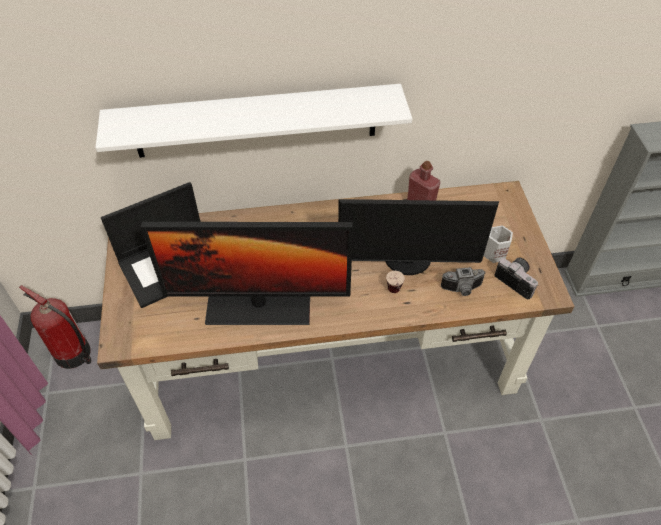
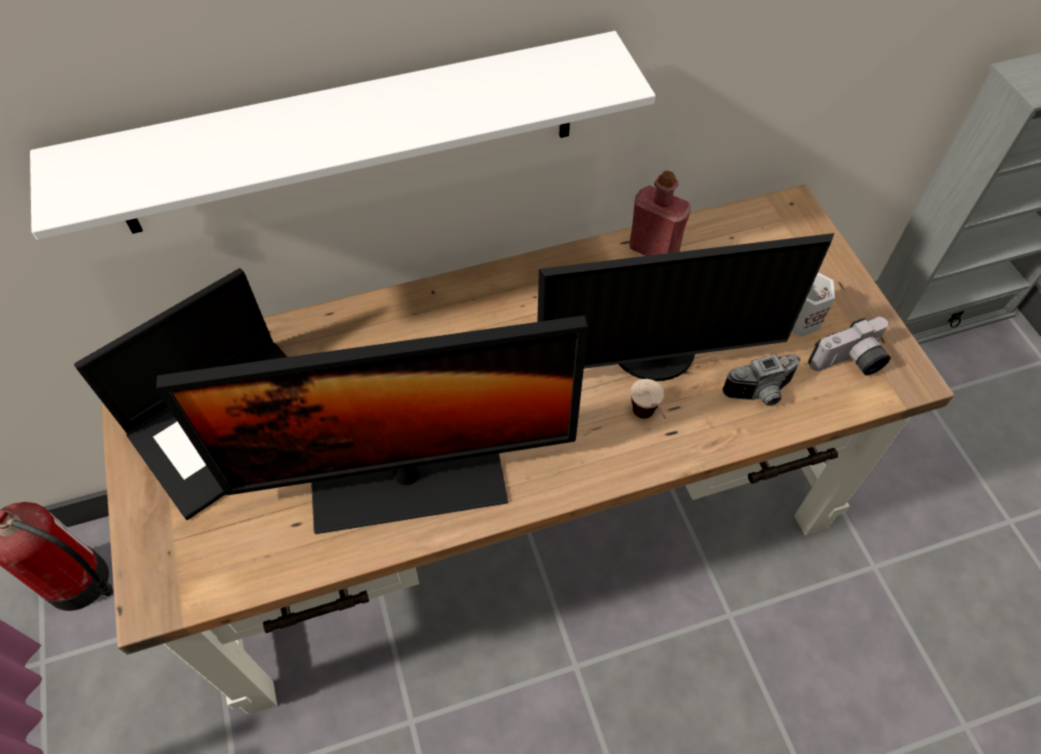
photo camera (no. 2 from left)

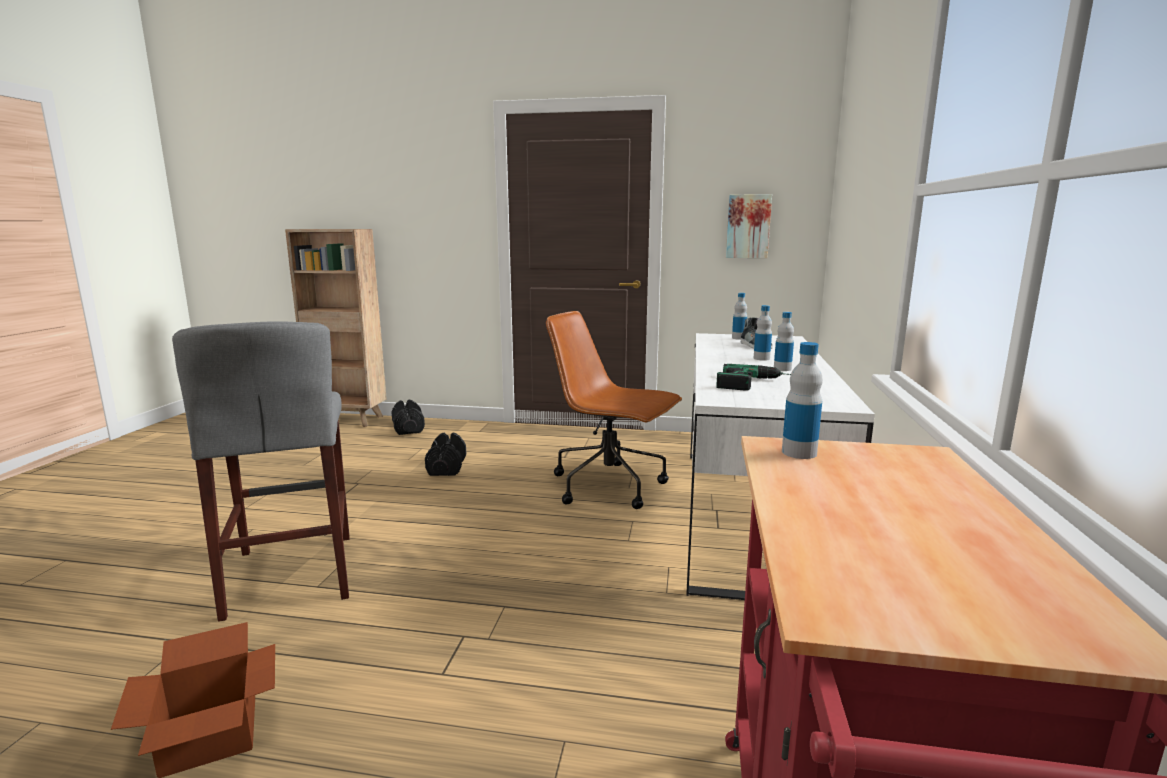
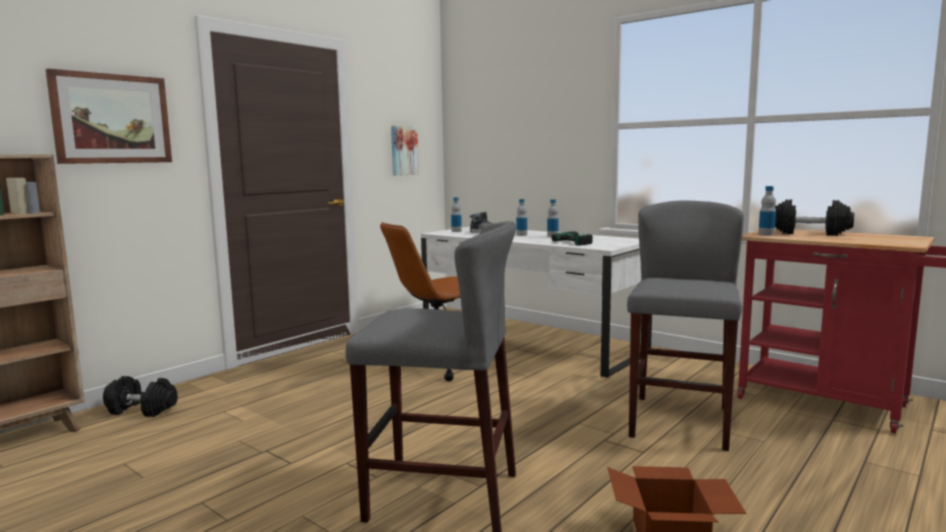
picture (no. 1 from left)
grey stool seat (no. 2 from left)
black-coloured free weight (no. 2 from left)

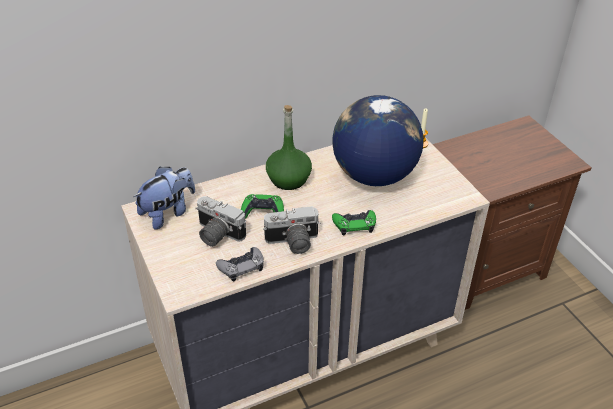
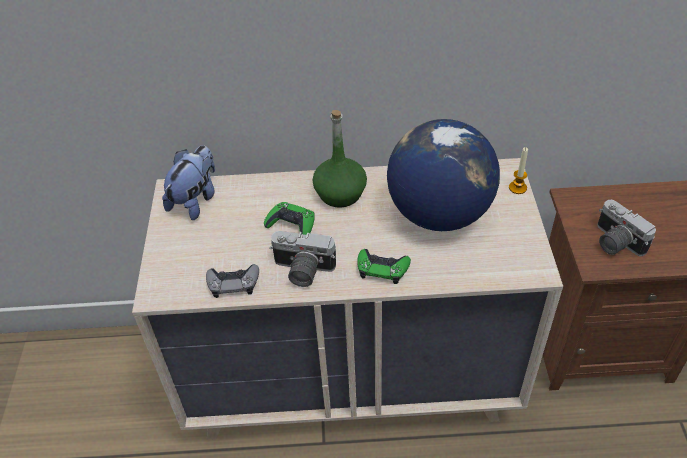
cuddly toy
photo camera (no. 2 from left)

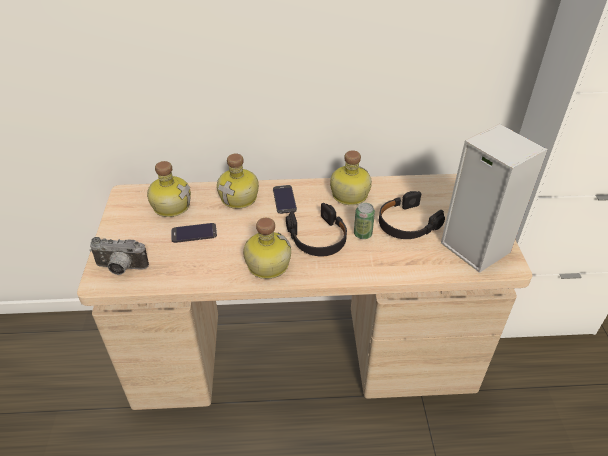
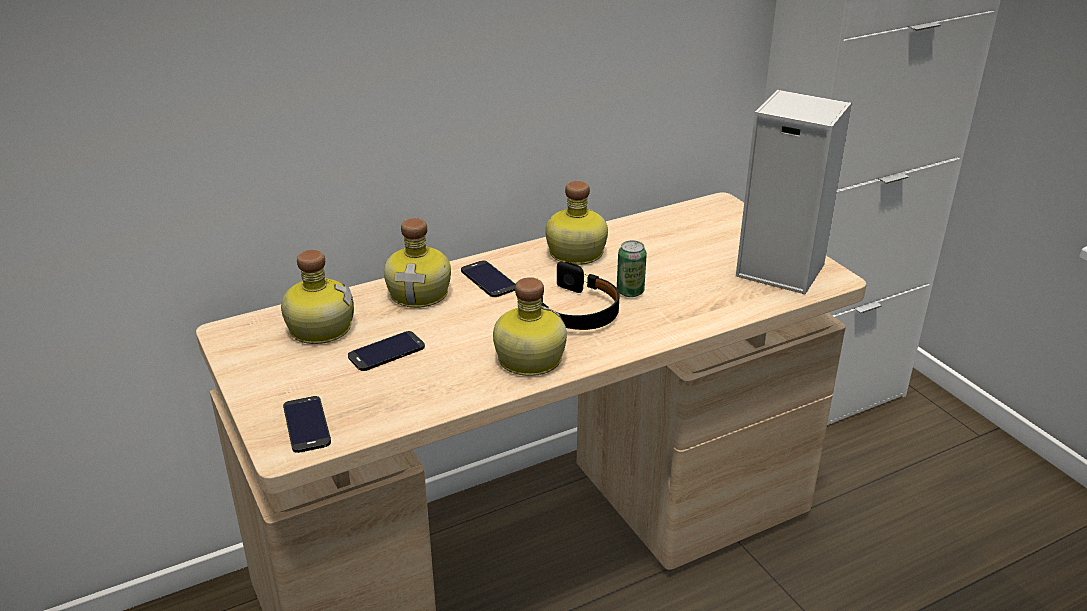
telephone (no. 1 from left)
black-coloured pair of headphones (no. 2 from left in the first image)

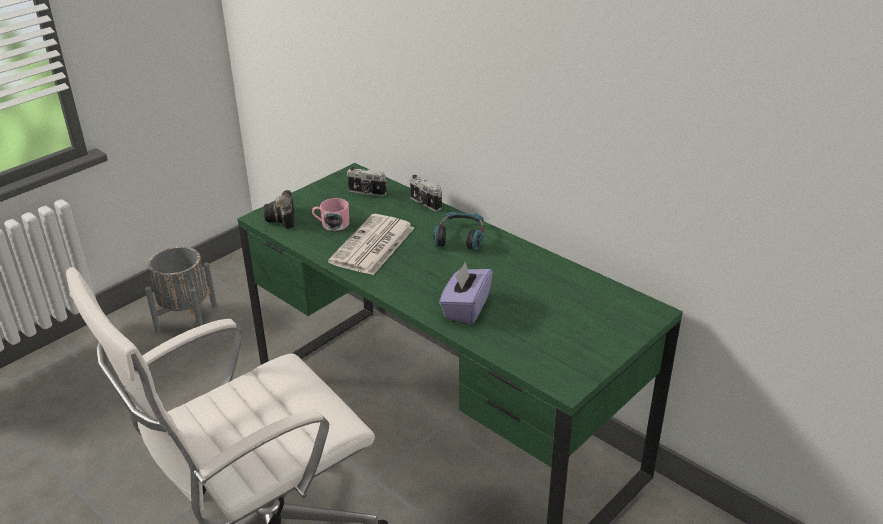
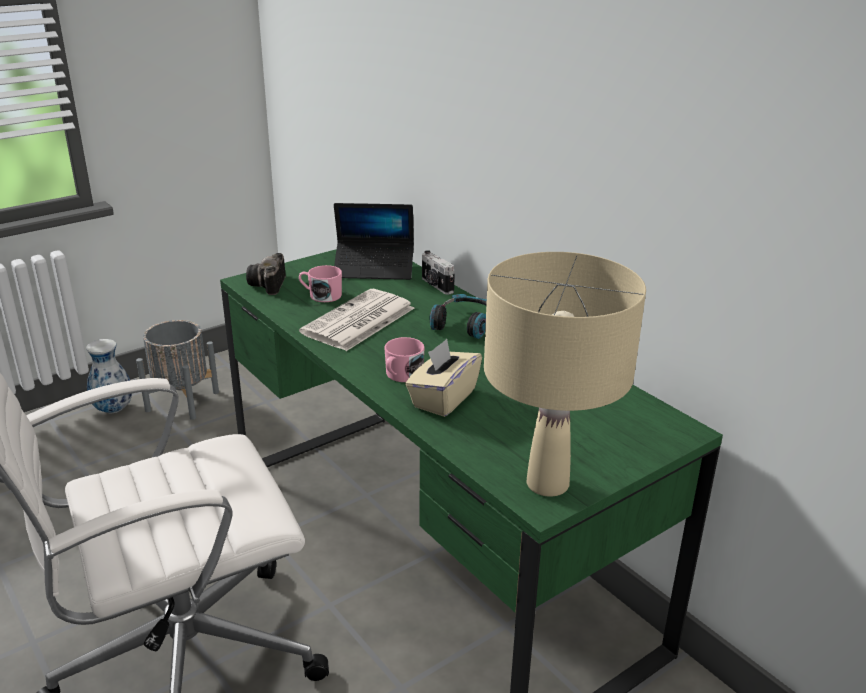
flower vase
notebook computer
pink coffee mug (no. 2 from left)
beige tissue holder
beige tabletop lamp

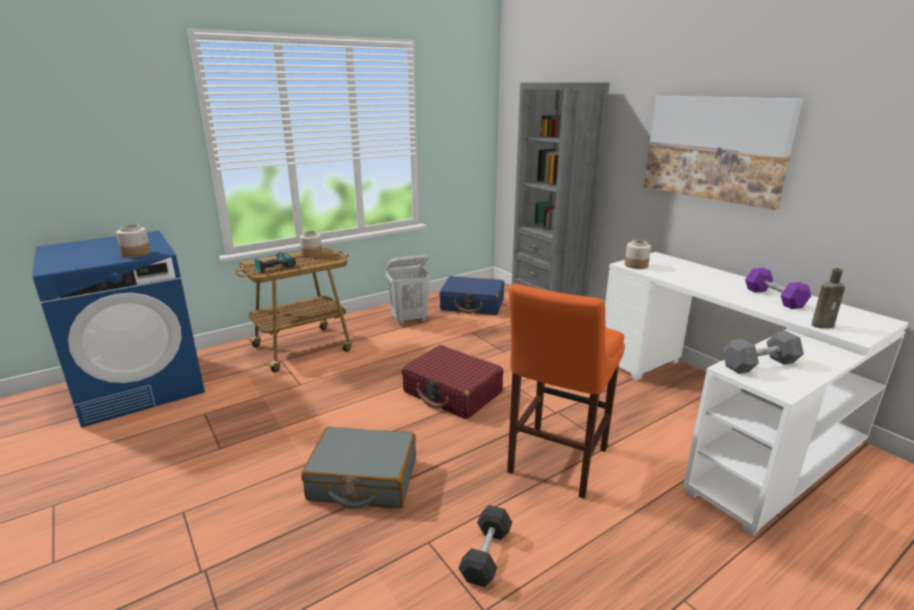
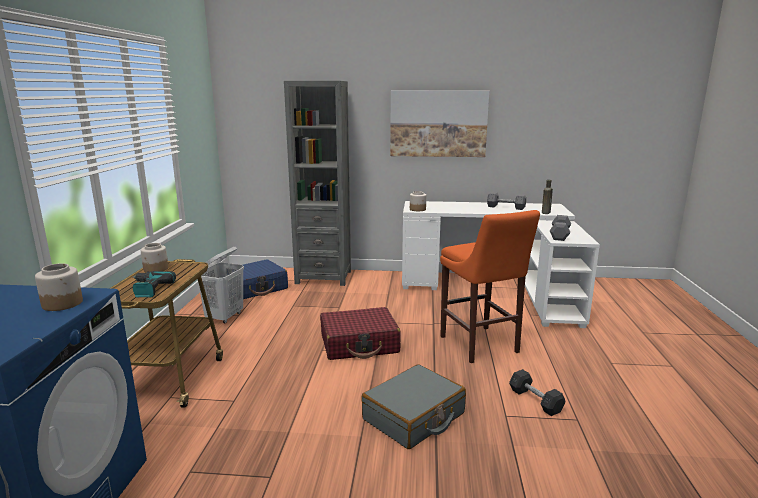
grey free weight (no. 1 from left)

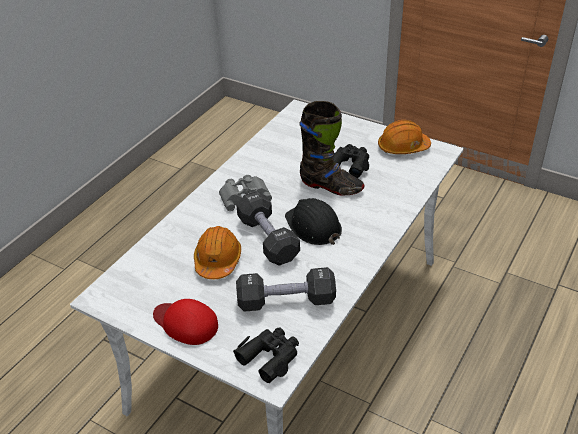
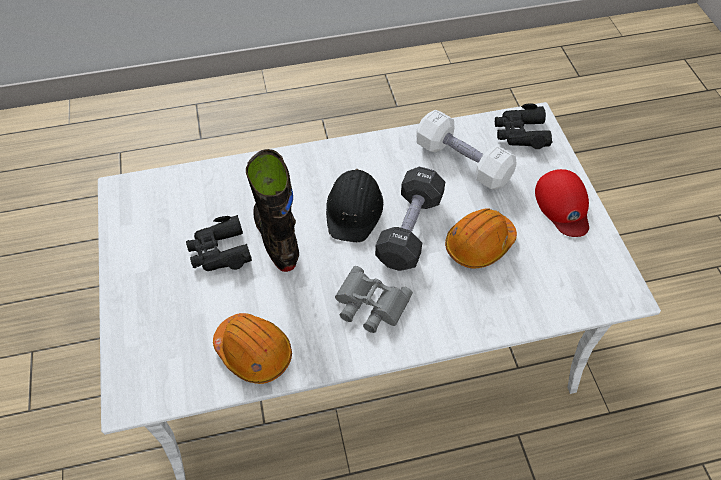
orangey safety helmet (no. 1 from left)
white-coloured free weight

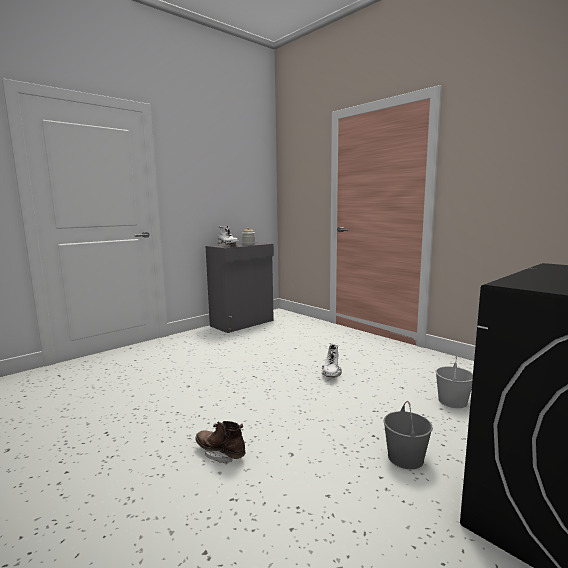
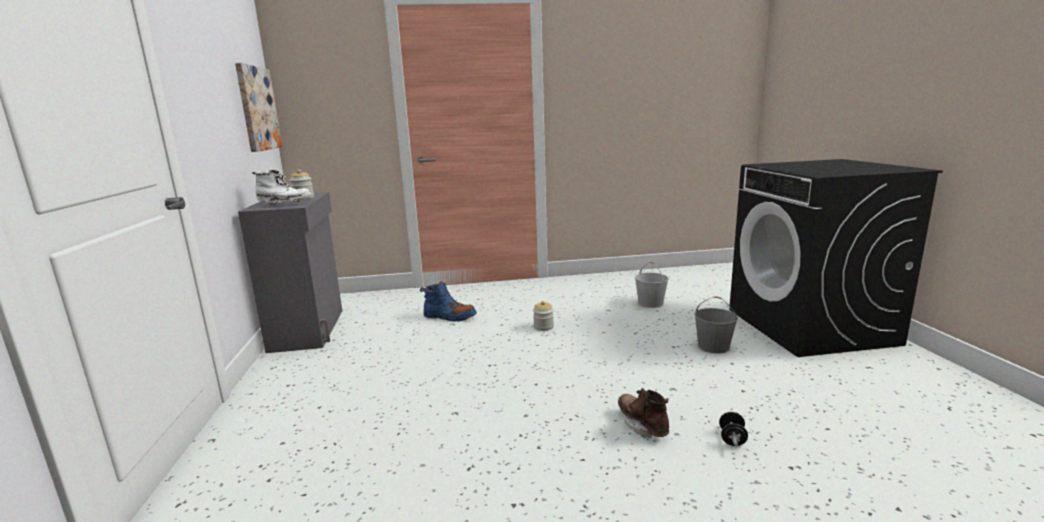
picture
blue tall boot
storage jar (no. 2 from left)
brown-coloured tall boot
black-coloured free weight

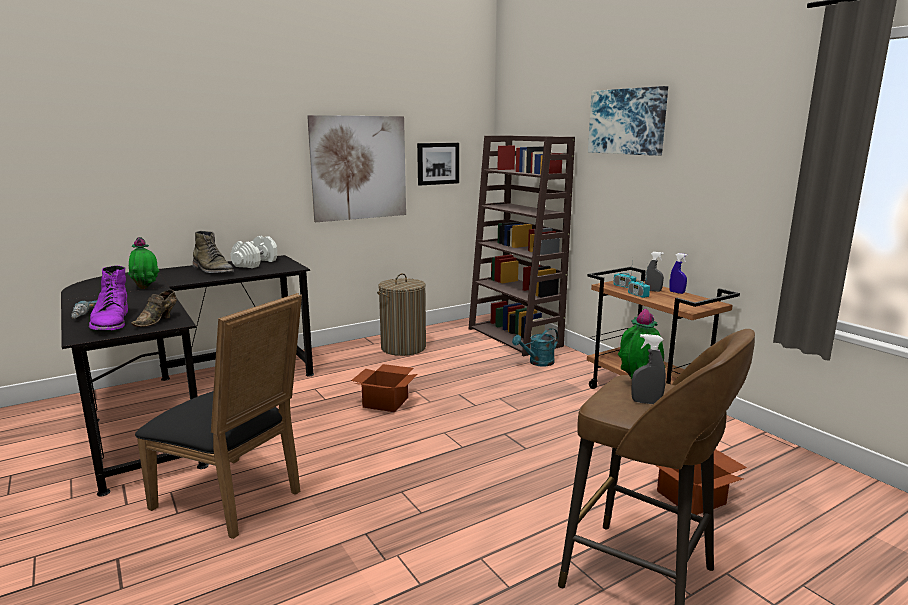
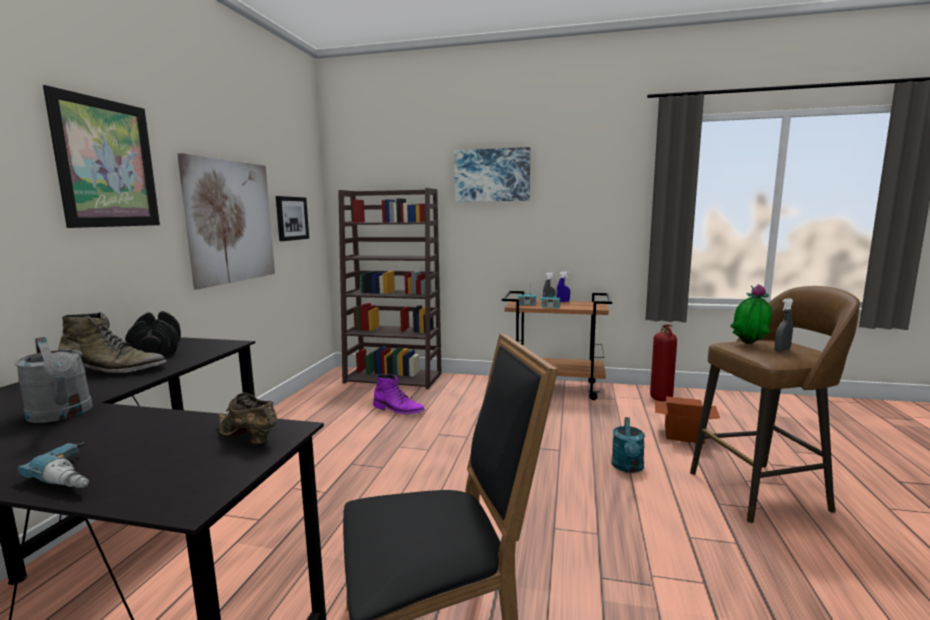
grey watering can
picture (no. 1 from left)
black-coloured free weight
brown-coloured item of footwear
purplish tall boot
turquoise-coloured watering can
fire extinguisher
carton (no. 1 from left in the first image)
laundry basket

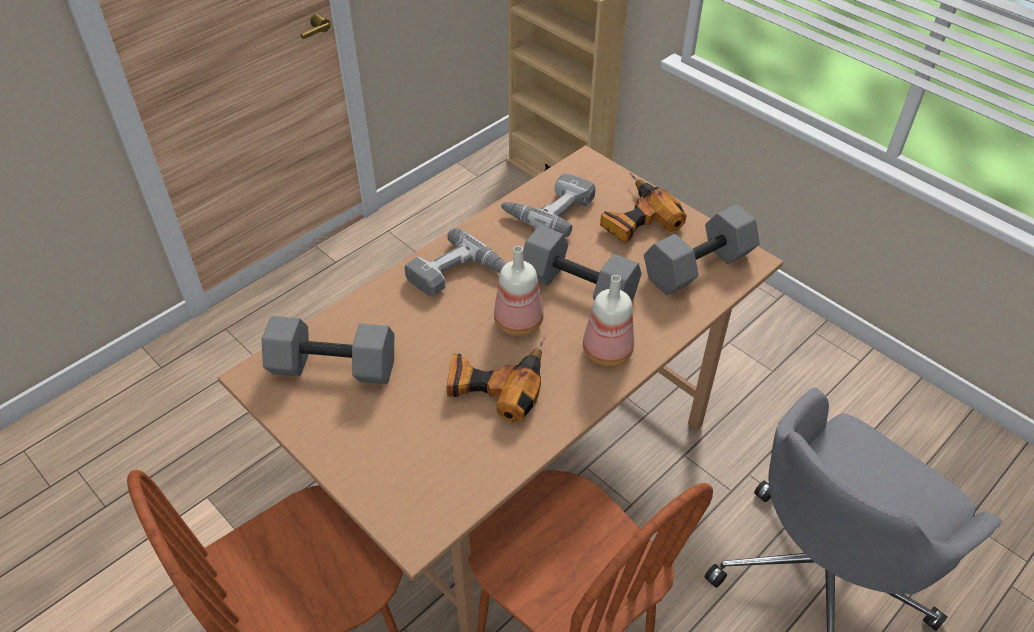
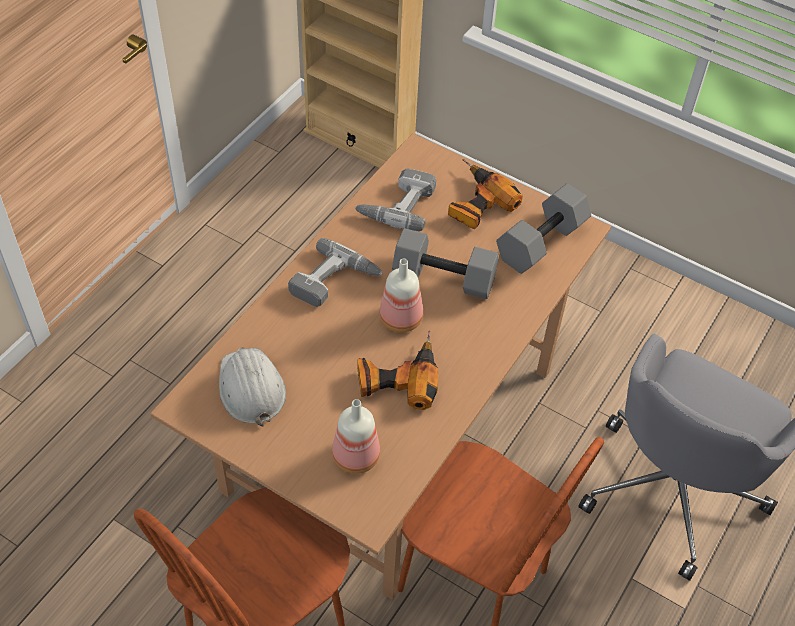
white-coloured safety helmet
drink bottle (no. 1 from left)

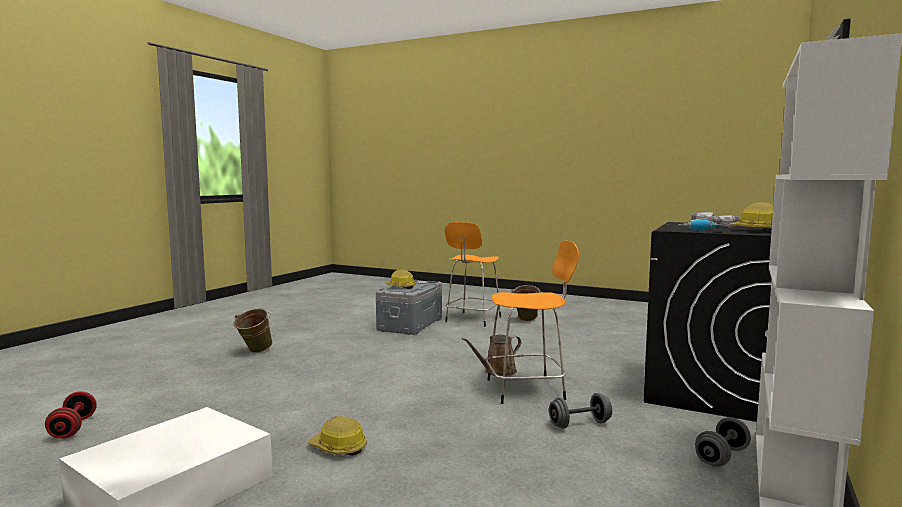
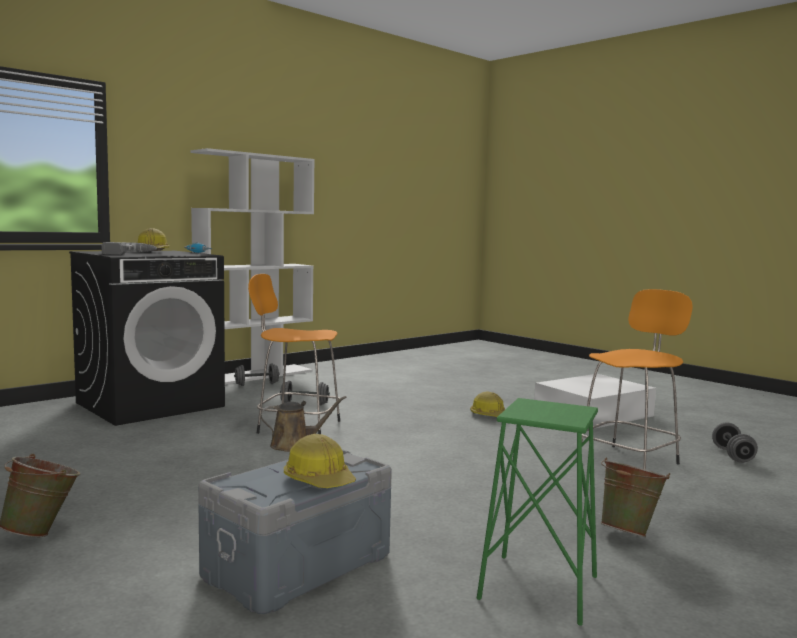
green stool seat
orangey stool seat (no. 2 from left)
grey free weight (no. 3 from left)

